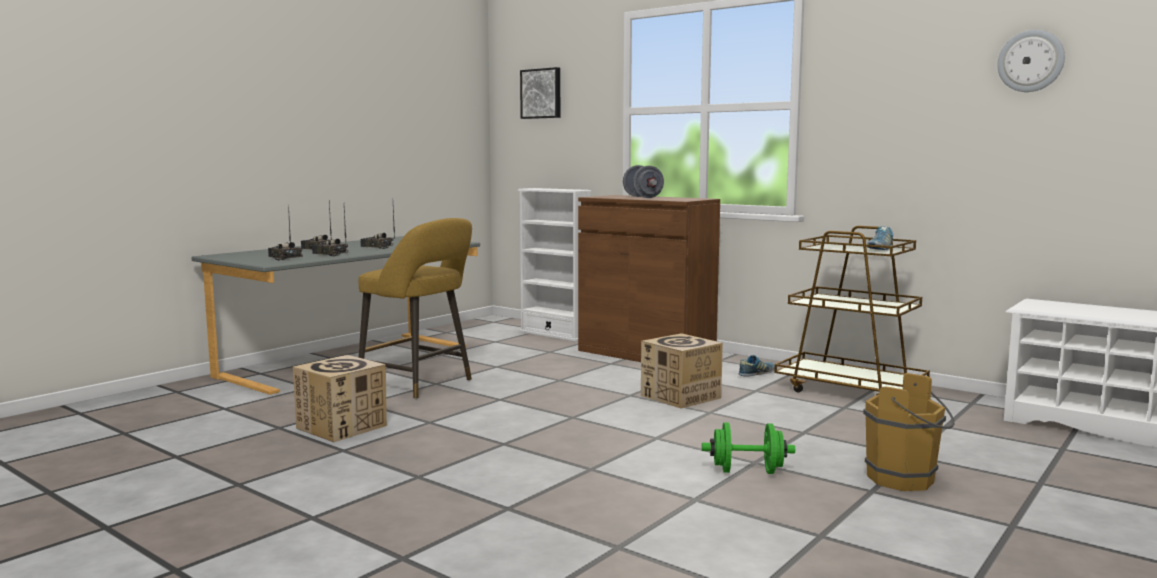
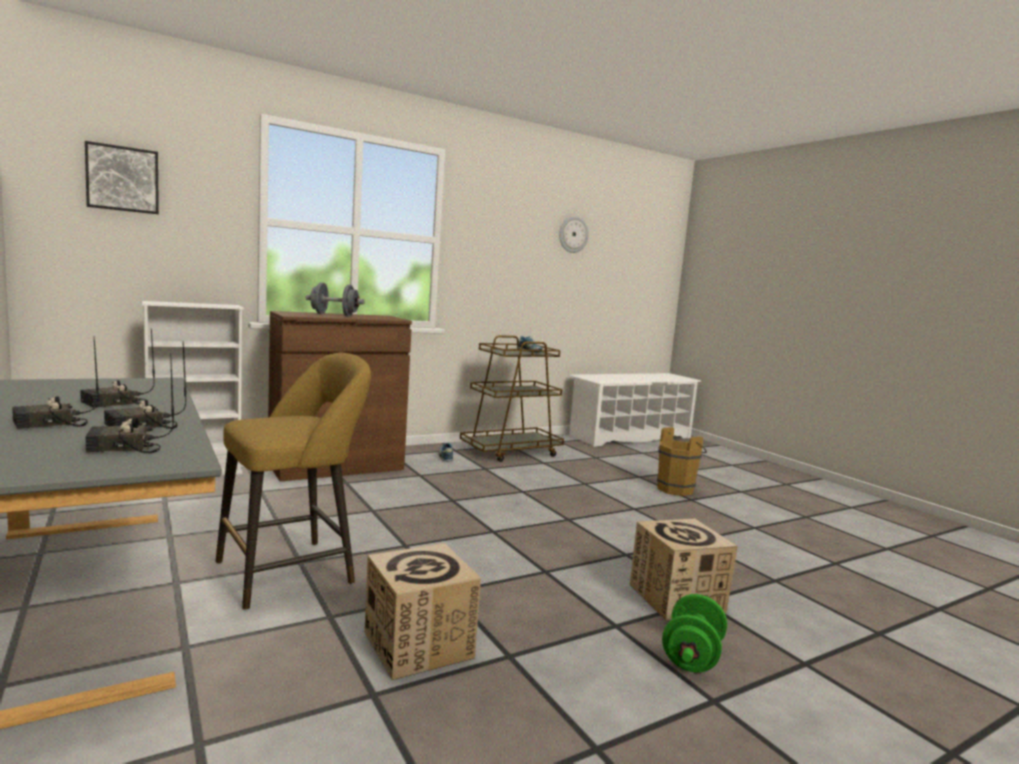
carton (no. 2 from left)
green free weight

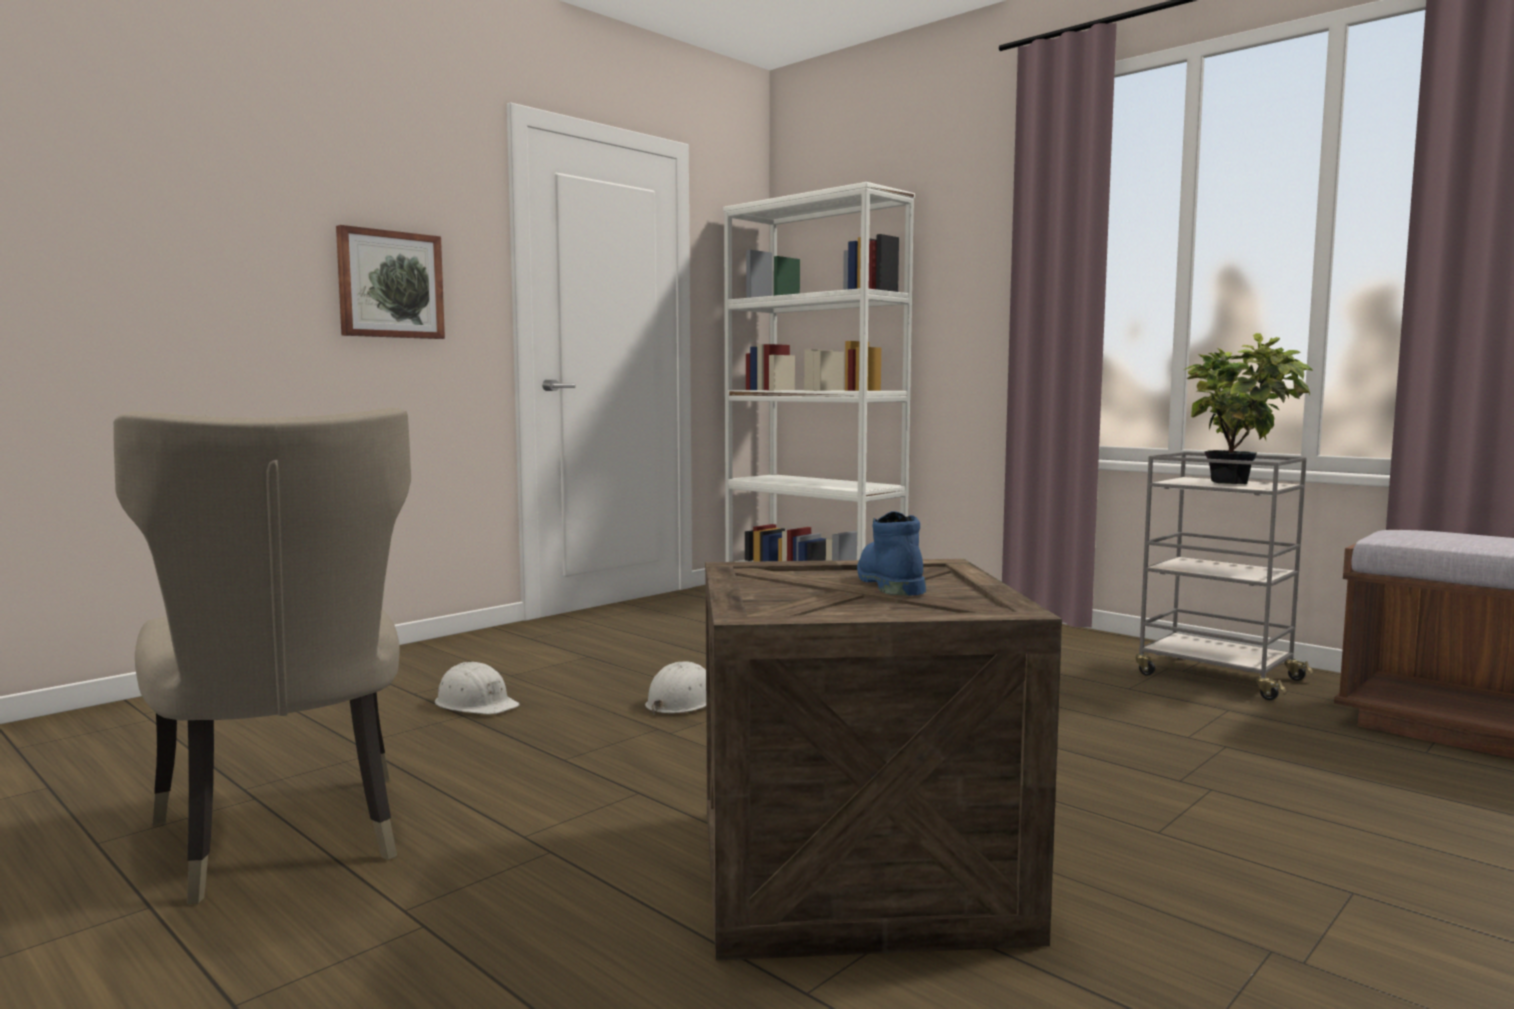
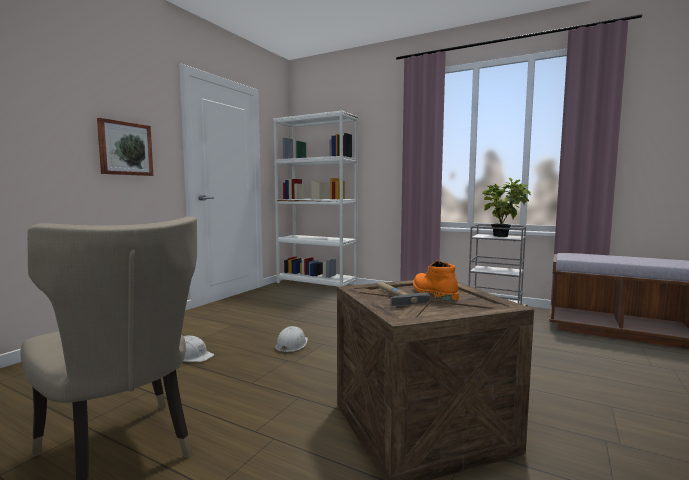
hand hammer
orangey tall boot

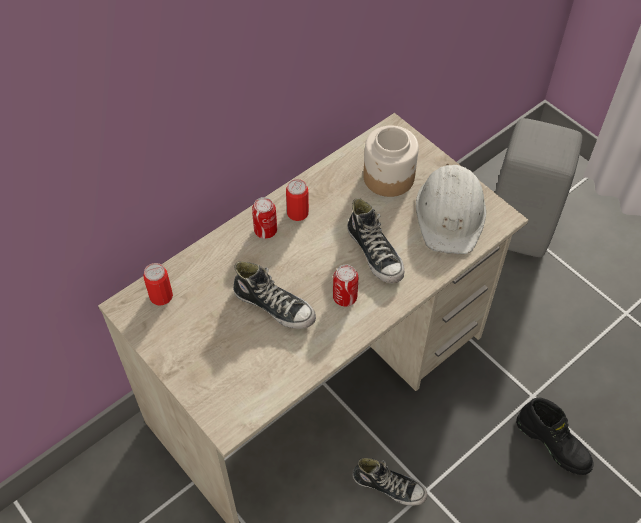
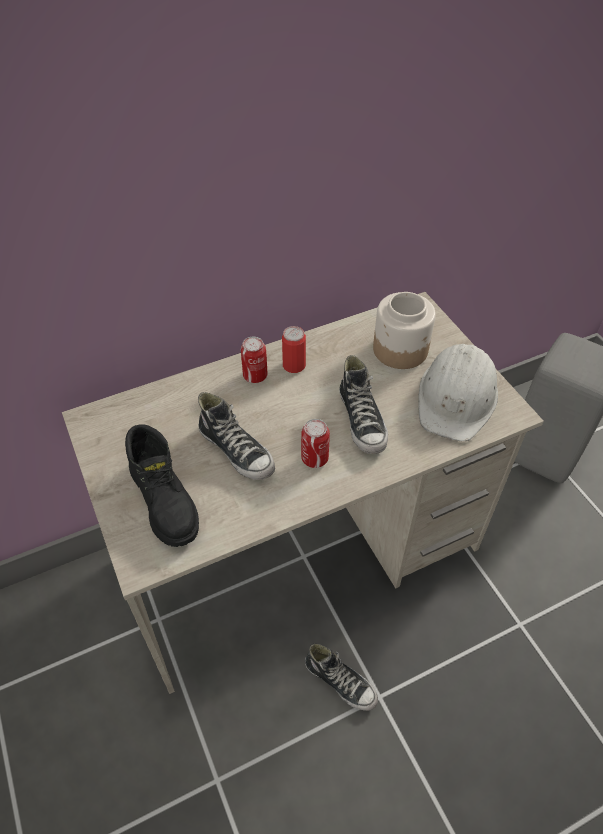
black-coloured tall boot
sealed can (no. 1 from left in the first image)

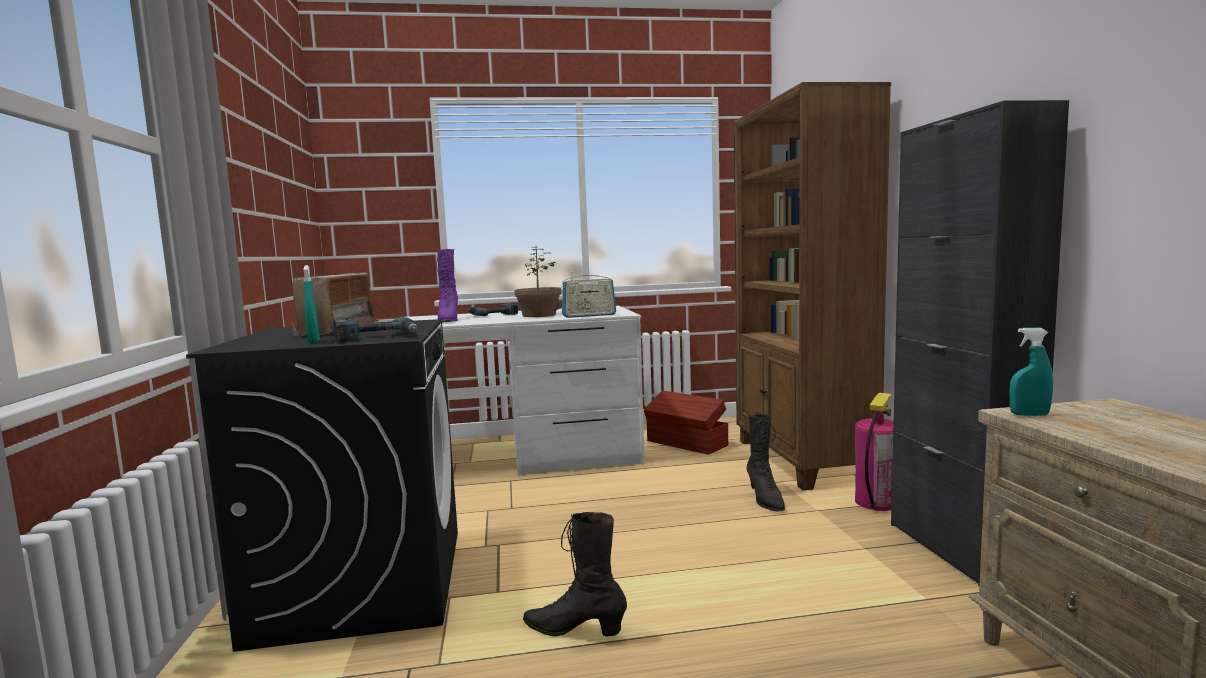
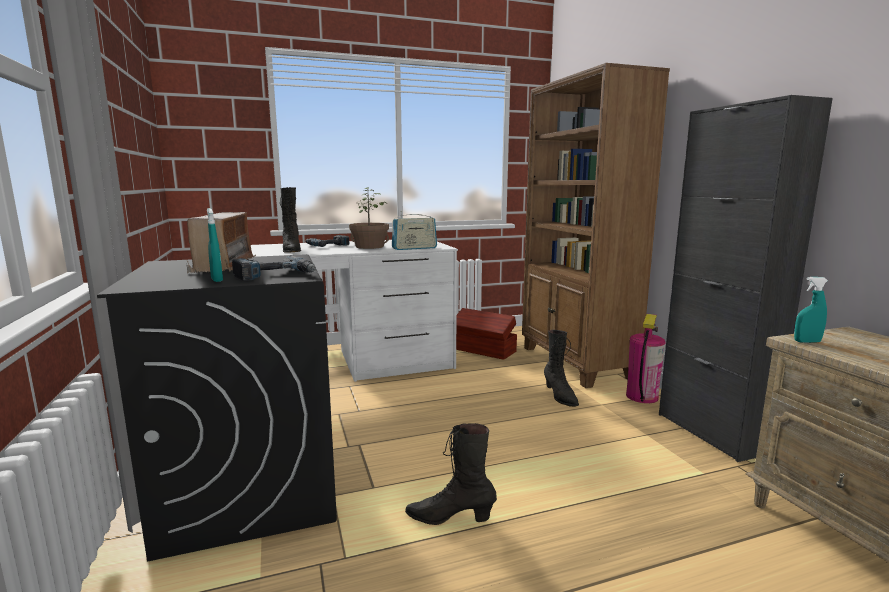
black-coloured tall boot (no. 1 from left)

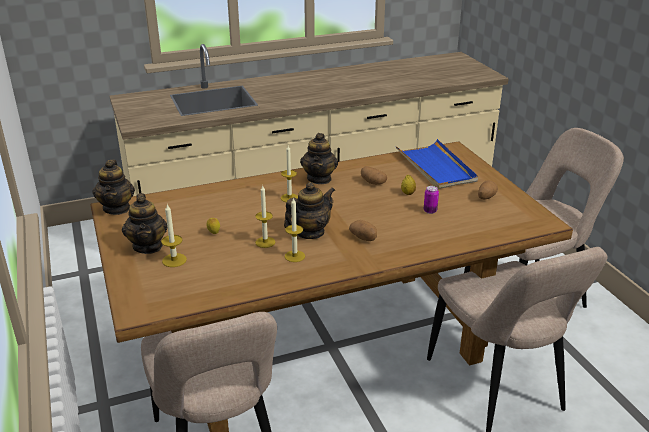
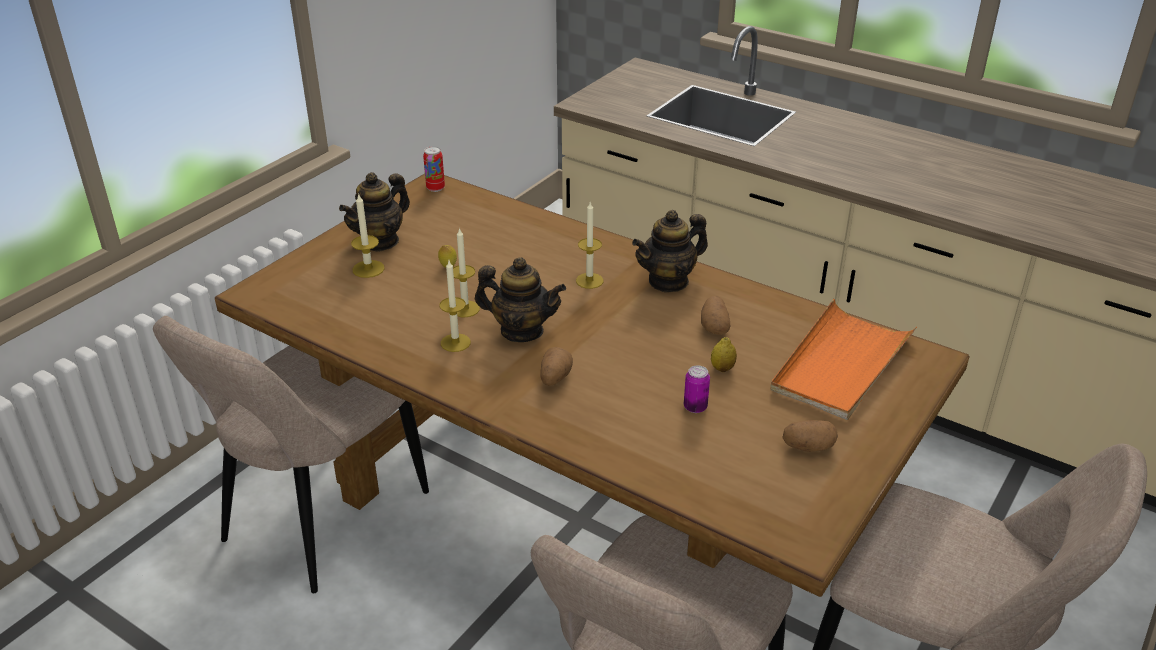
sealed can (no. 1 from left)
orangey carrying tray

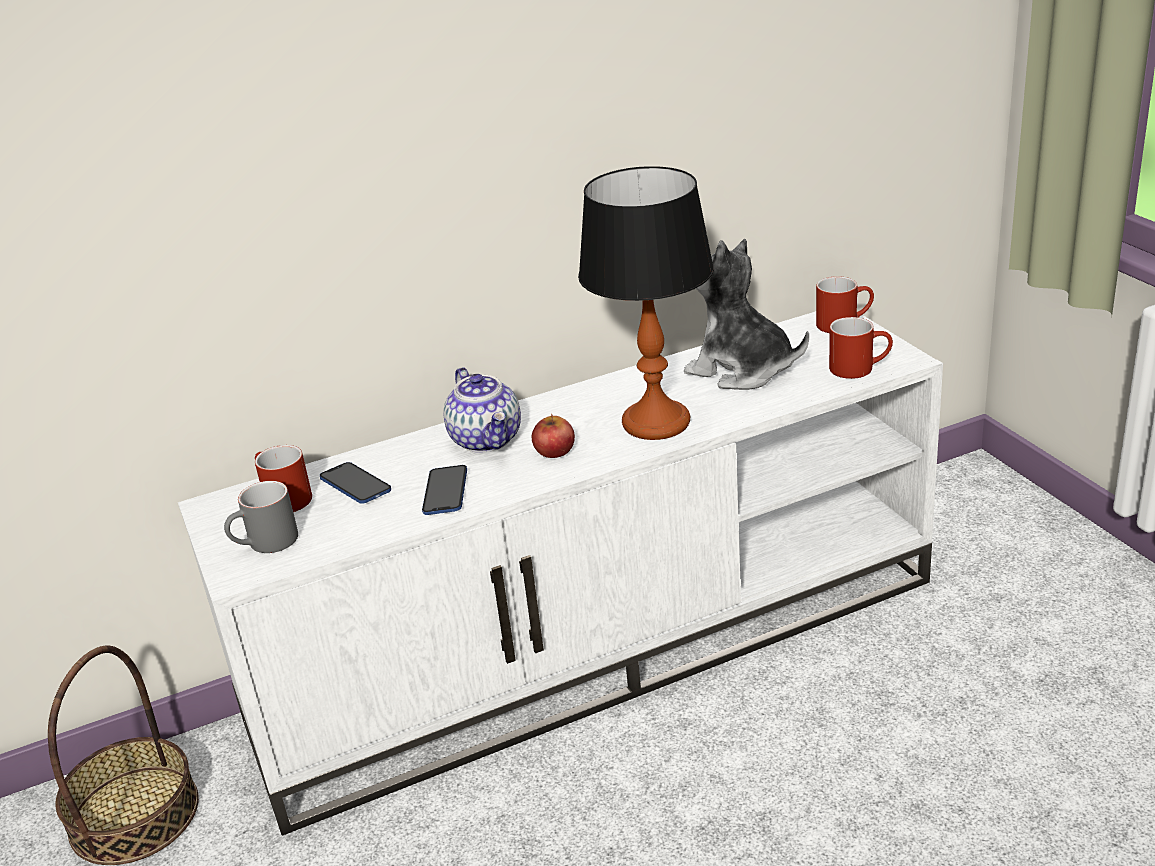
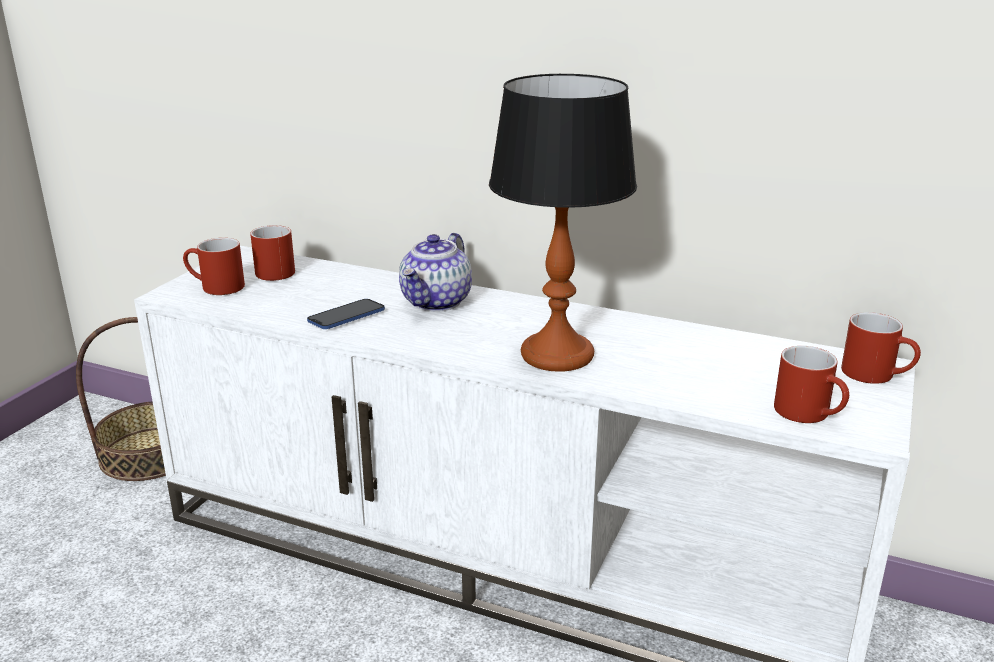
red-coloured coffee mug (no. 1 from left)
telephone (no. 1 from left in the first image)
apple fruit
cuddly toy

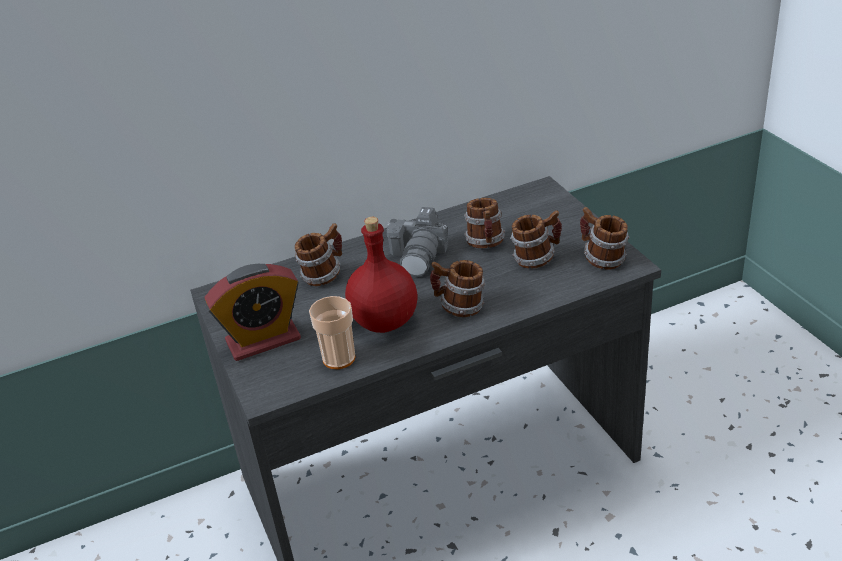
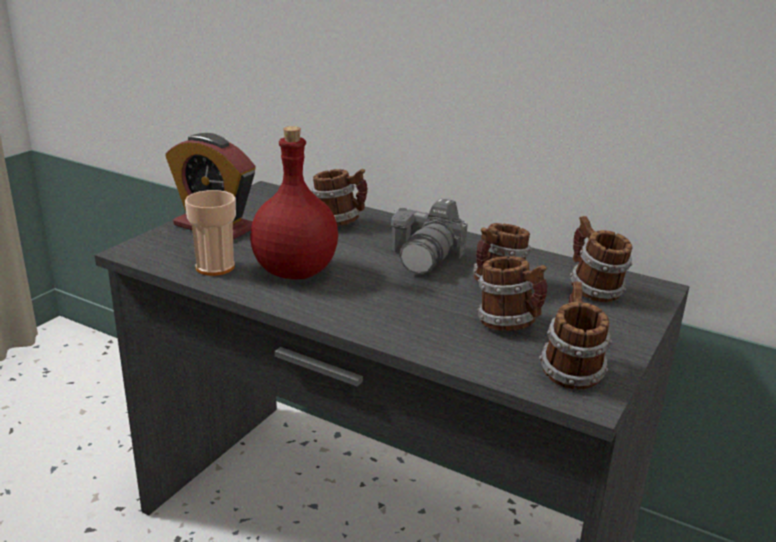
photo camera
coffee mug (no. 5 from left)

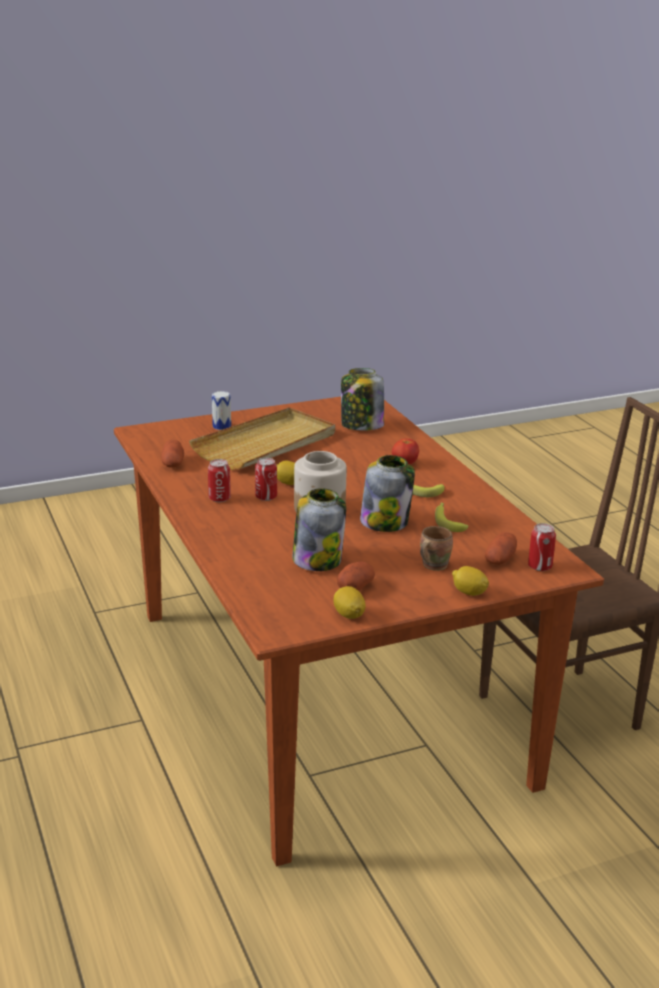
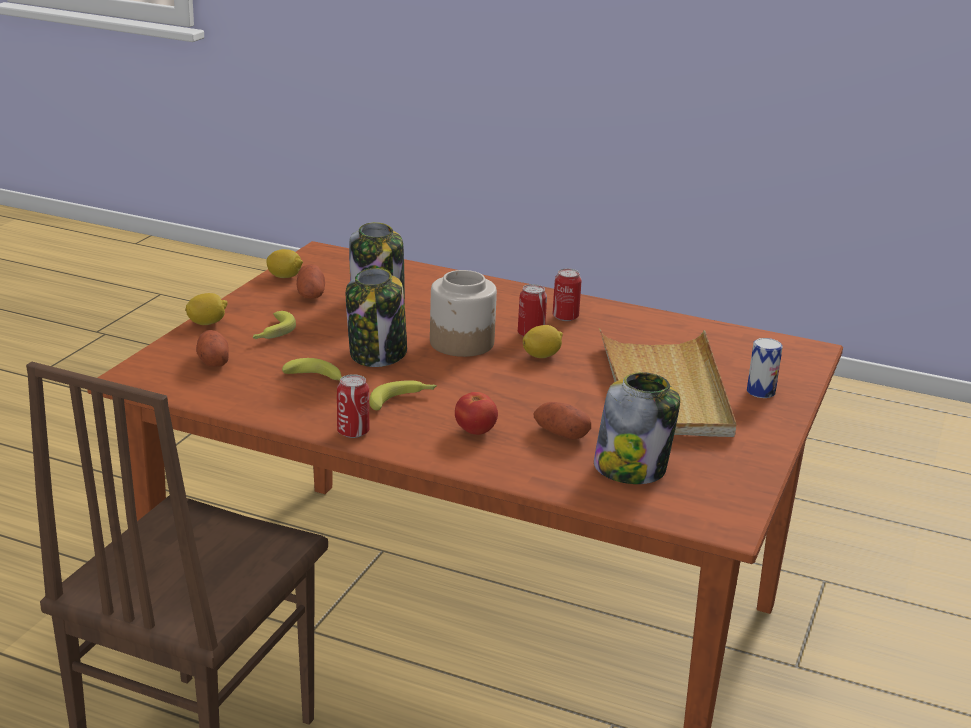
banana fruit (no. 1 from left)
sealed can (no. 1 from left)
potato (no. 3 from left)

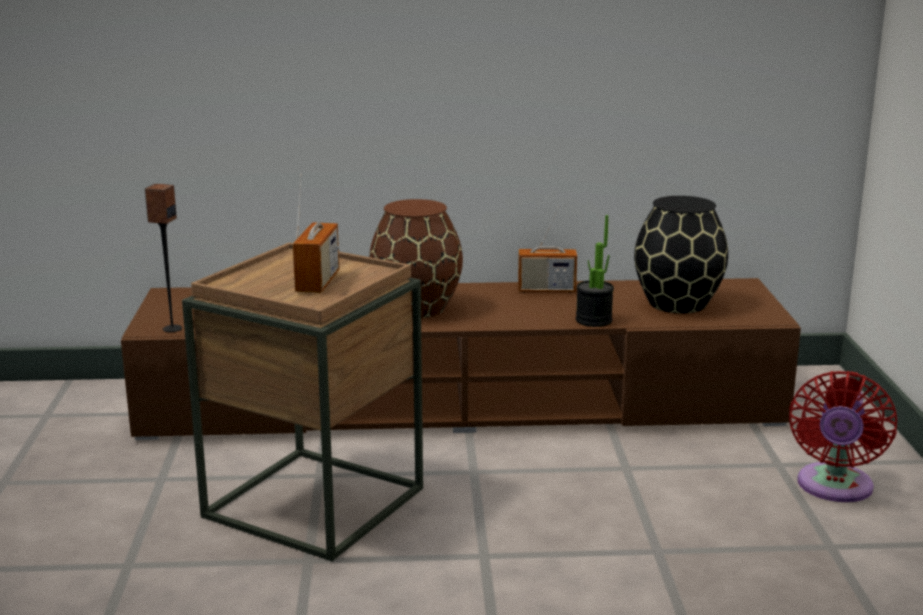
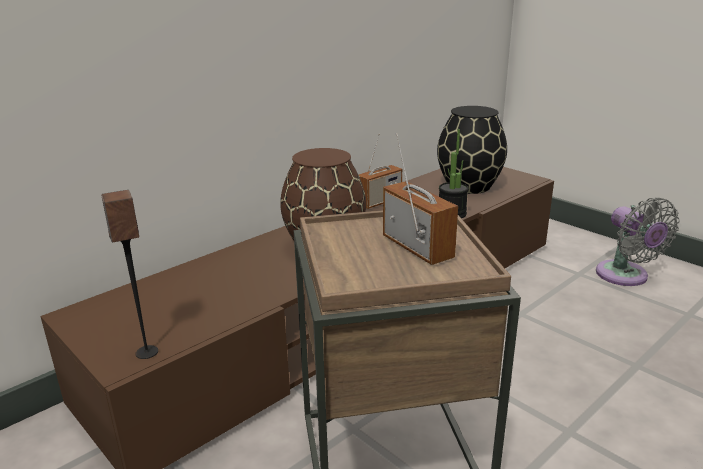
grey electric fan

